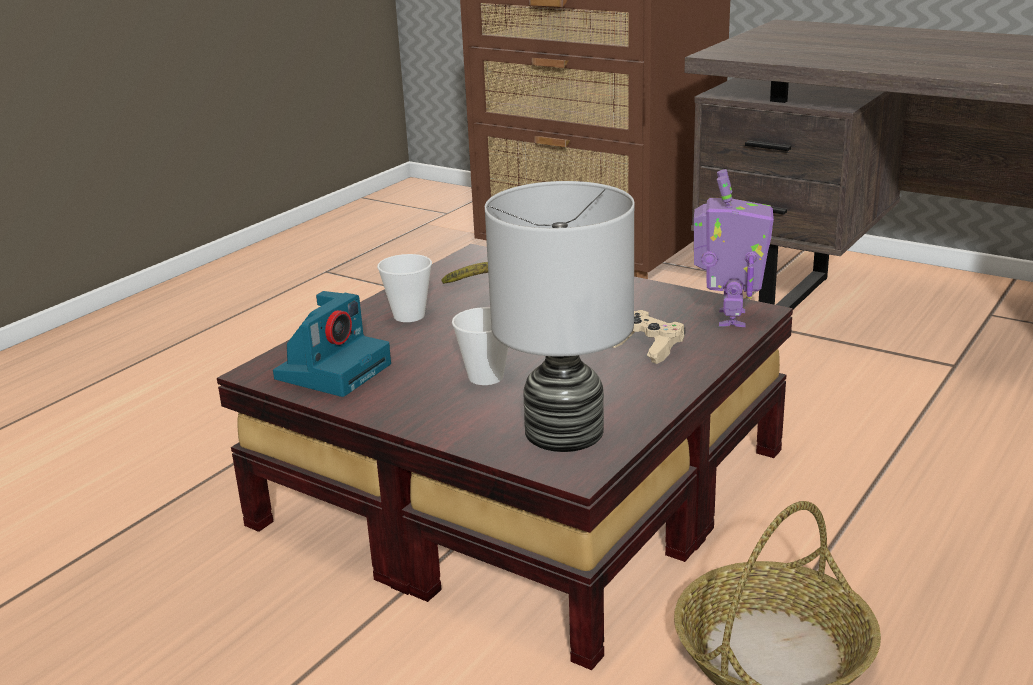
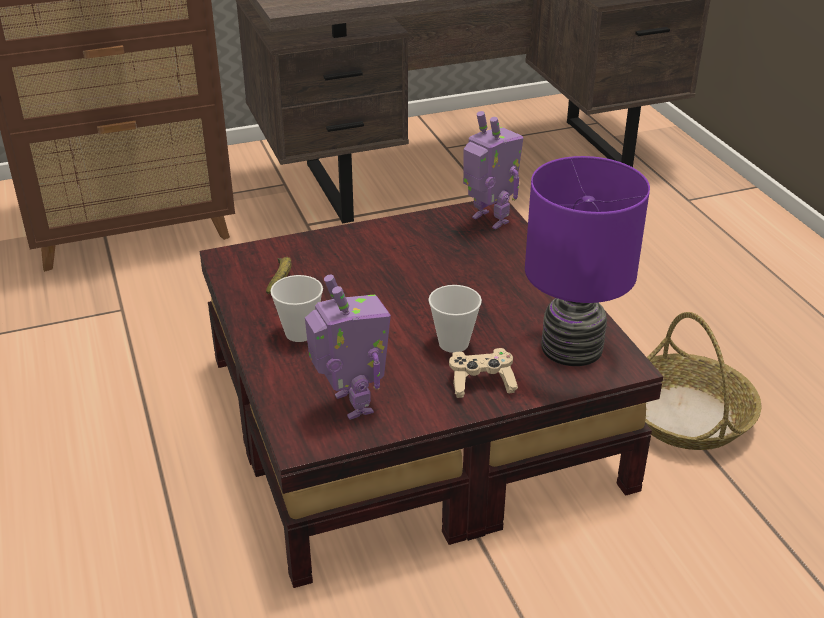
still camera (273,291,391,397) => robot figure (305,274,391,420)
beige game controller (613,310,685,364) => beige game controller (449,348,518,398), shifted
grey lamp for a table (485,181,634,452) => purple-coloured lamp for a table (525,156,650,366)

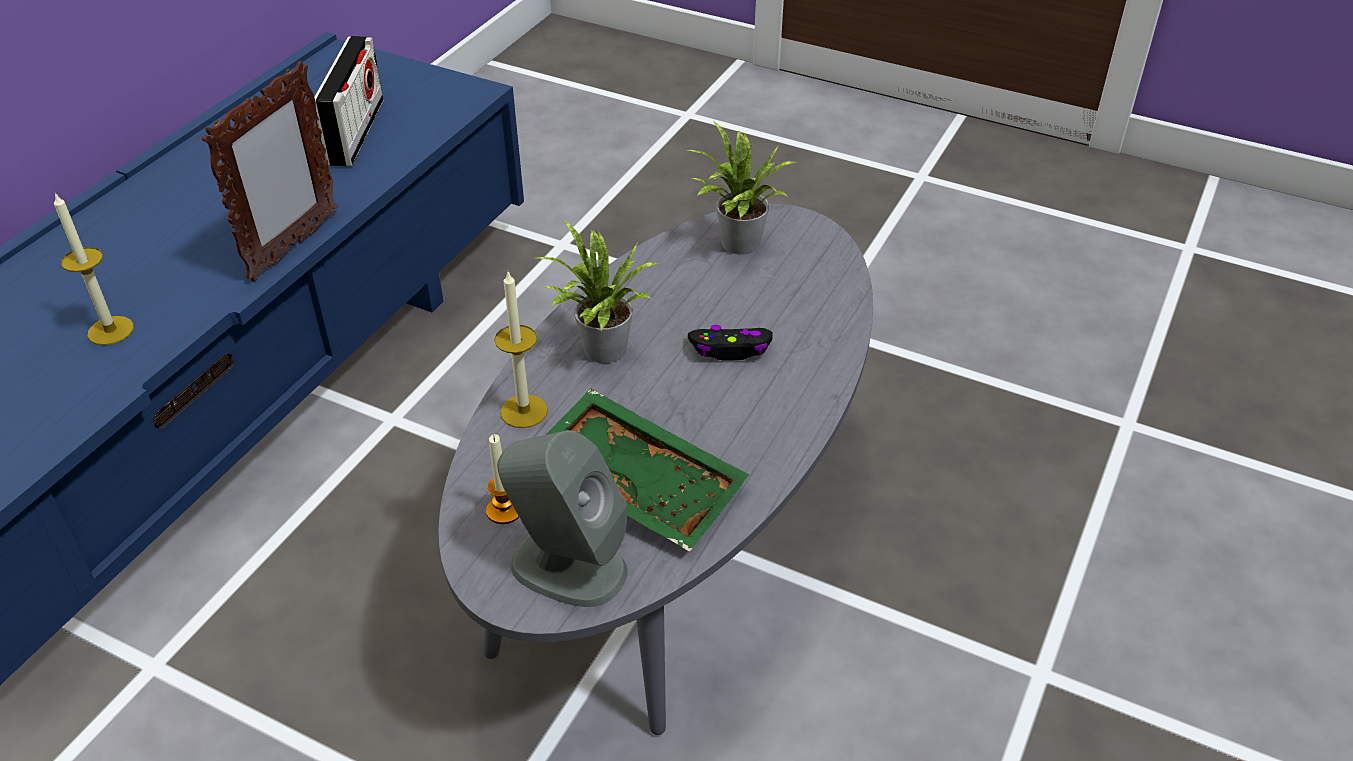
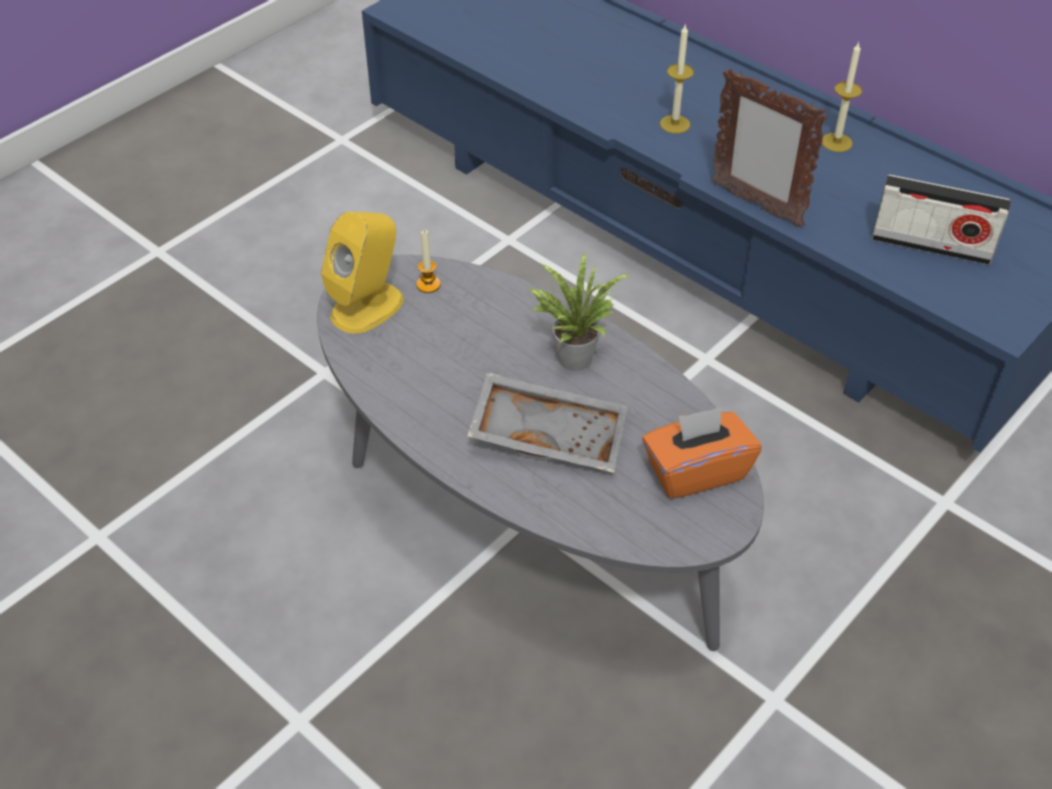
grey audio speaker (497,430,628,607) => yellow-coloured audio speaker (321,212,404,334)
blackish game controller (688,325,773,361) => grey tray (467,372,628,473)
plant in a pot (687,122,798,255) => orange tissue box (642,407,761,499)
candle (494,272,548,428) => candle (822,42,862,152), shifted
greenish tray (546,389,749,552) => nothing

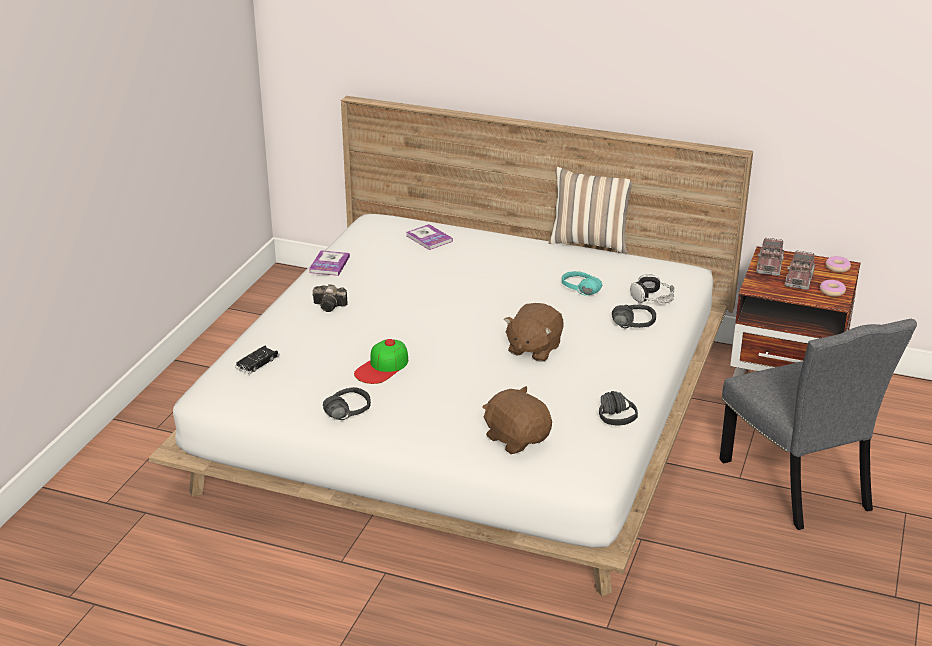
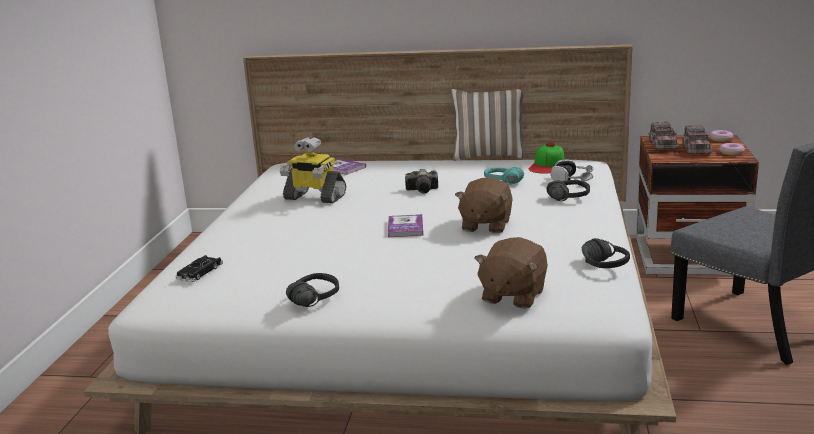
nothing => robot figure (280,137,346,203)
book (309,250,350,276) => book (388,214,423,237), shifted
still camera (313,284,348,312) => still camera (405,169,438,194), shifted
brown cuddly toy (482,386,552,454) => brown cuddly toy (474,237,548,309), 105 degrees counterclockwise
baseball cap (354,339,408,384) => baseball cap (529,143,565,174), shifted

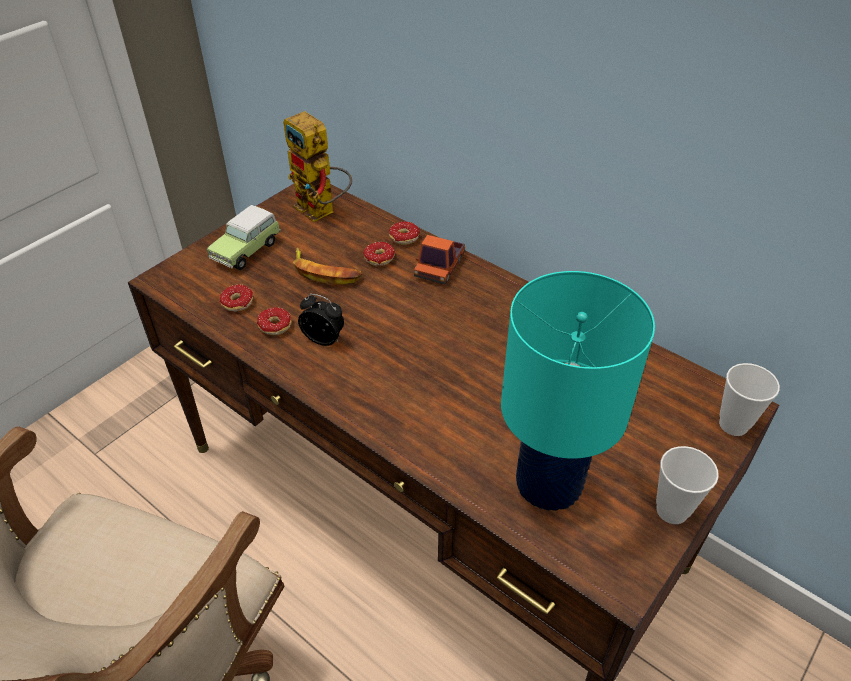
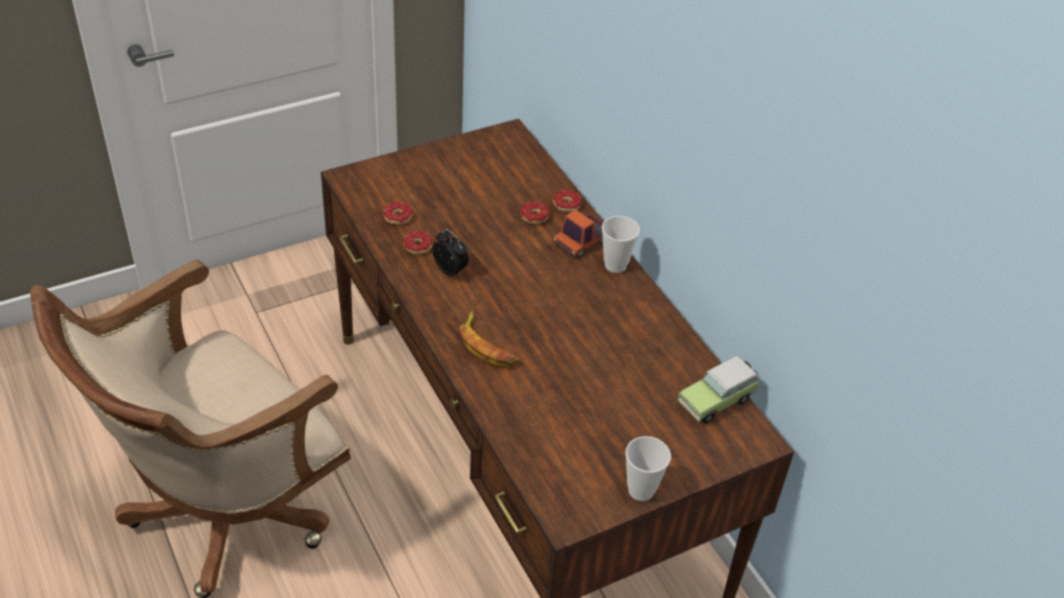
whole banana (293,248,363,285) => whole banana (460,311,519,367), shifted
small cup (719,363,780,436) => small cup (602,216,640,273), shifted
toy car (207,205,281,270) => toy car (678,356,759,424), shifted
robot figure (283,111,352,222) => nothing
turquoise lamp for a table (501,271,655,511) => nothing

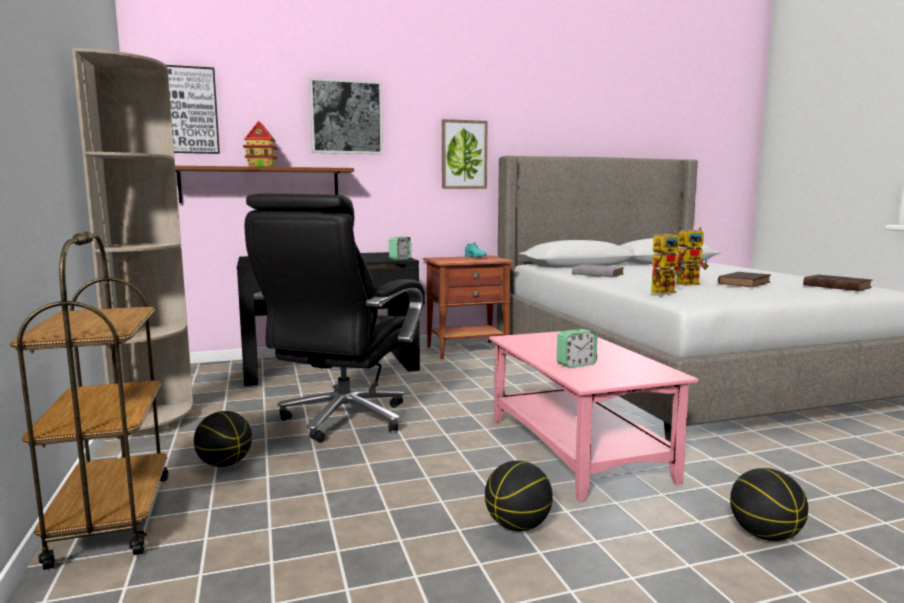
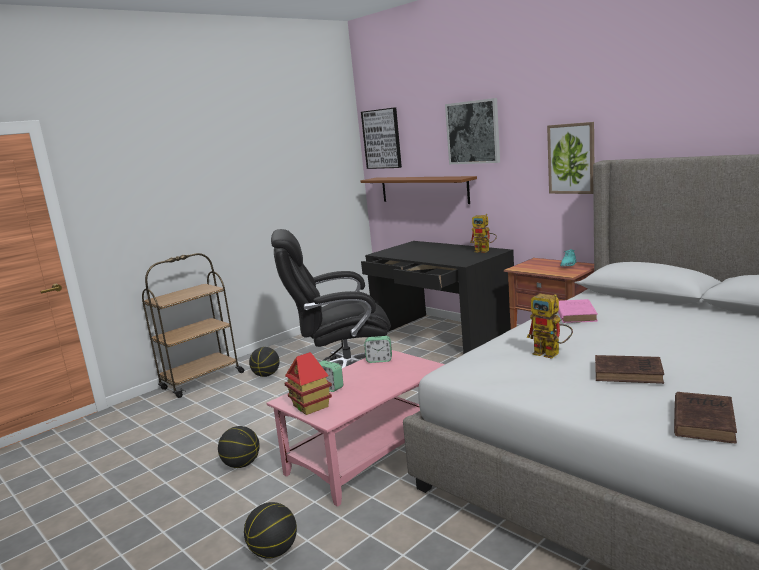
miniature house (243,121,278,167) => miniature house (285,352,332,415), shifted
table clock (389,237,412,260) => table clock (364,336,392,363), shifted
robot figure (651,231,684,294) => robot figure (470,214,497,253), shifted
grey book (572,264,624,277) => pinkish book (558,299,598,323)
beige bookcase (72,48,193,438) => nothing

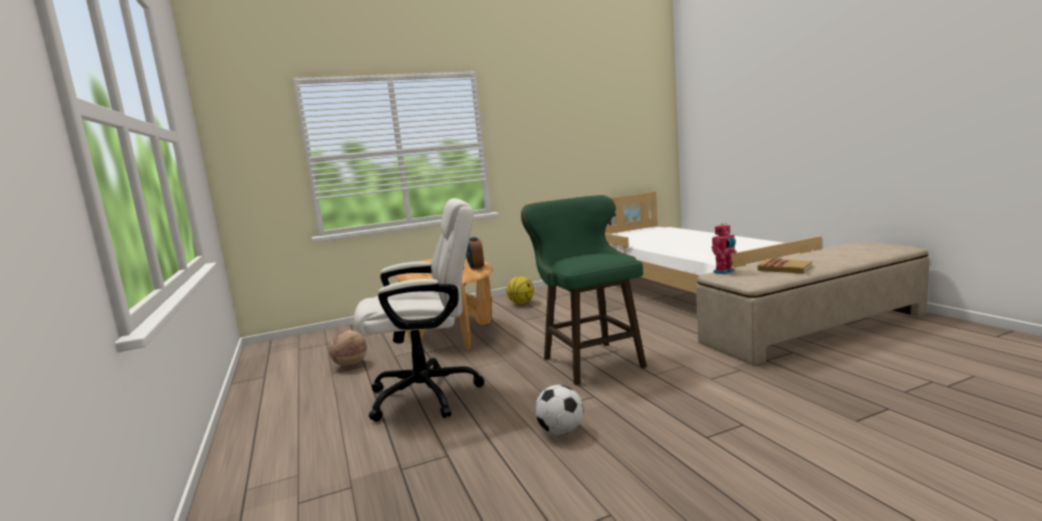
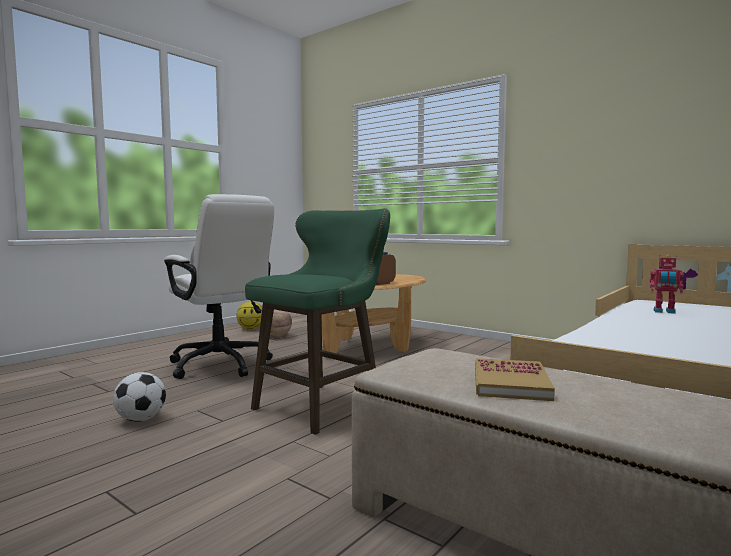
basketball (506,276,534,304) => basketball (236,302,262,330), shifted
robot figure (712,223,737,274) => robot figure (650,254,684,314), shifted

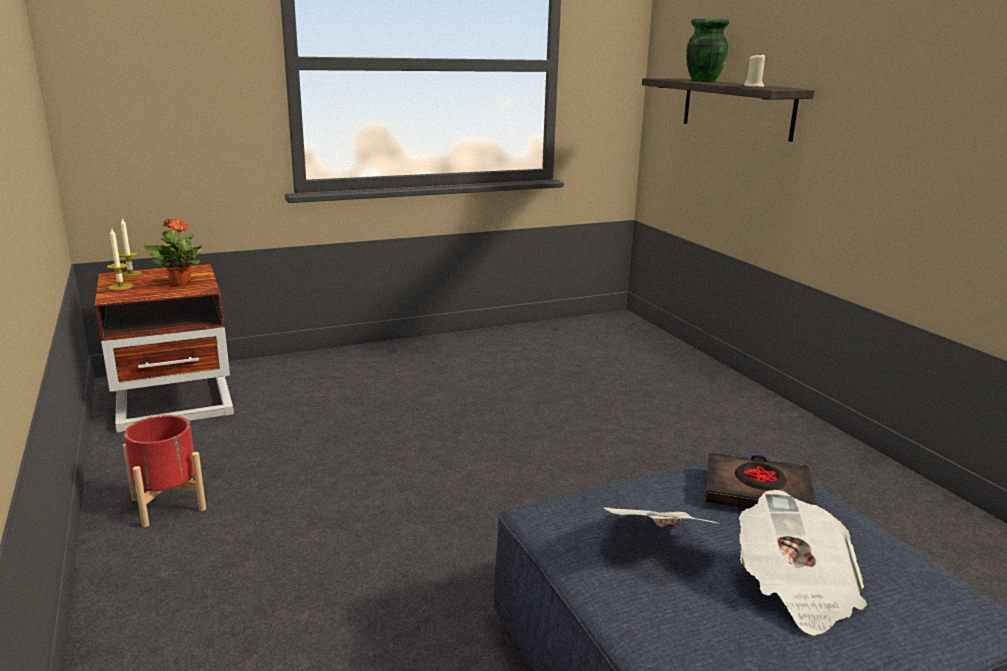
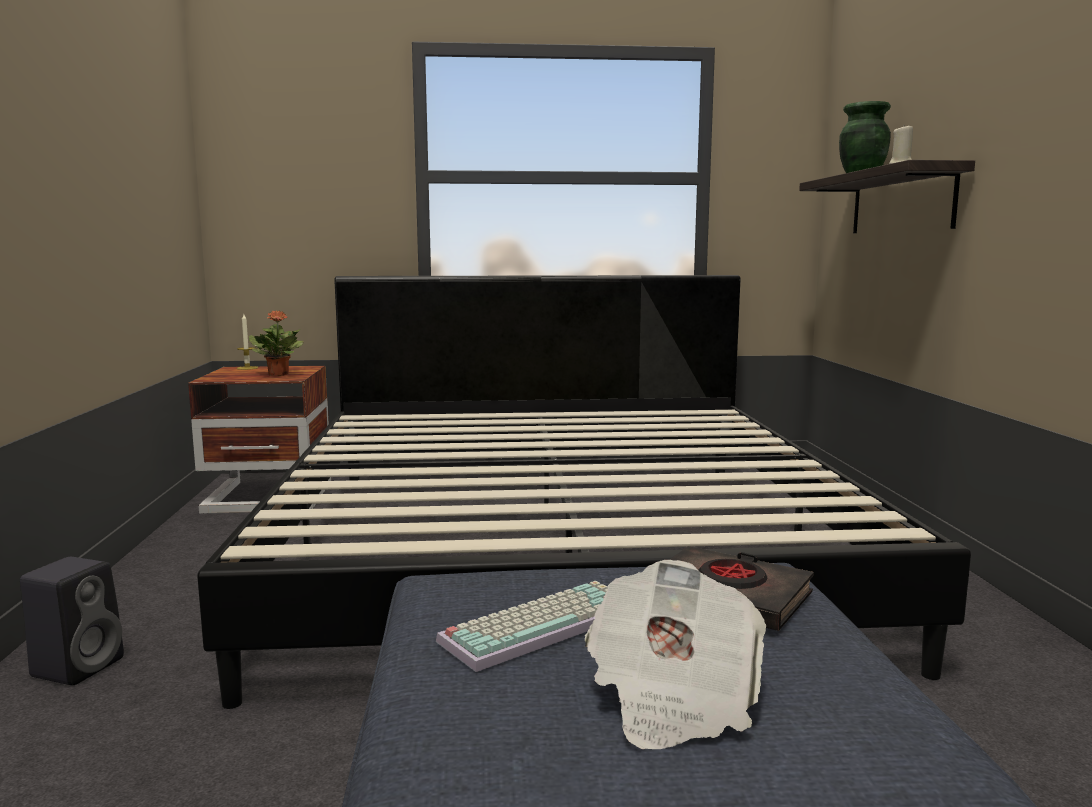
nothing => blackish audio speaker (20,557,124,685)
nothing => bed (197,275,971,709)
daily paper (604,507,720,527) => PC keyboard (436,581,608,672)
candle (107,229,133,290) => nothing
red plant pot (123,415,206,527) => nothing

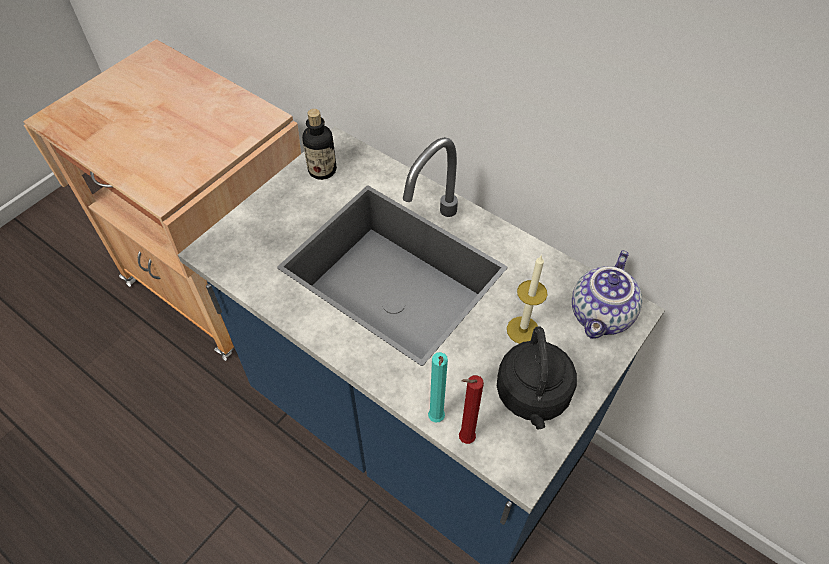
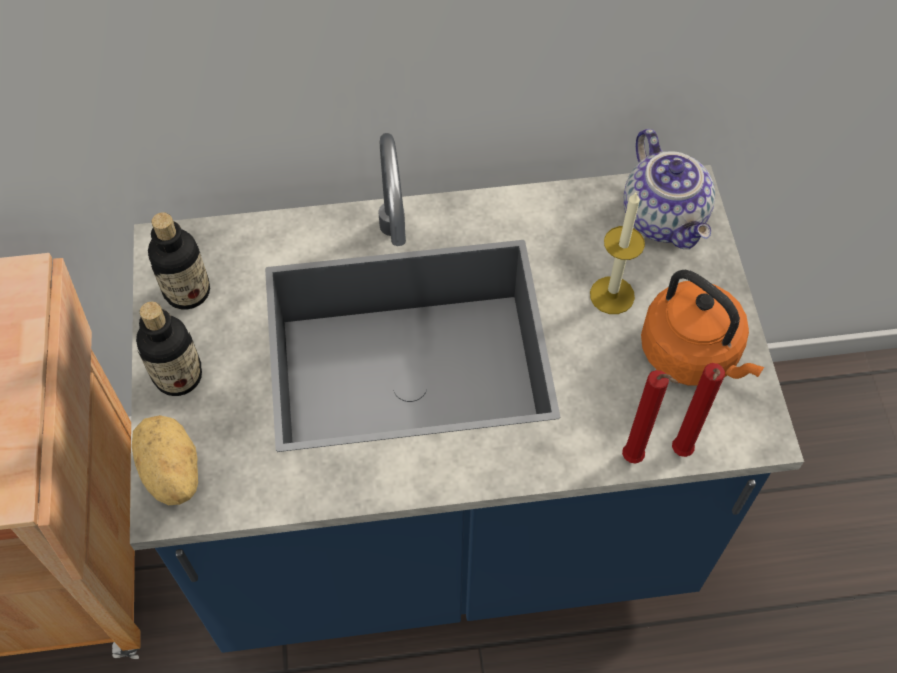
nothing => whole potato (132,415,198,505)
nothing => drink bottle (136,302,202,396)
turquoise candle (428,352,448,423) => red candle (622,370,679,463)
blackish tea kettle (497,326,577,429) => orange tea kettle (641,270,764,386)

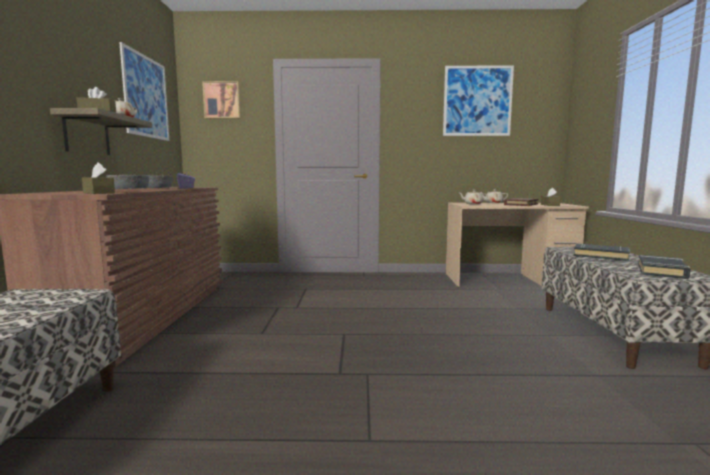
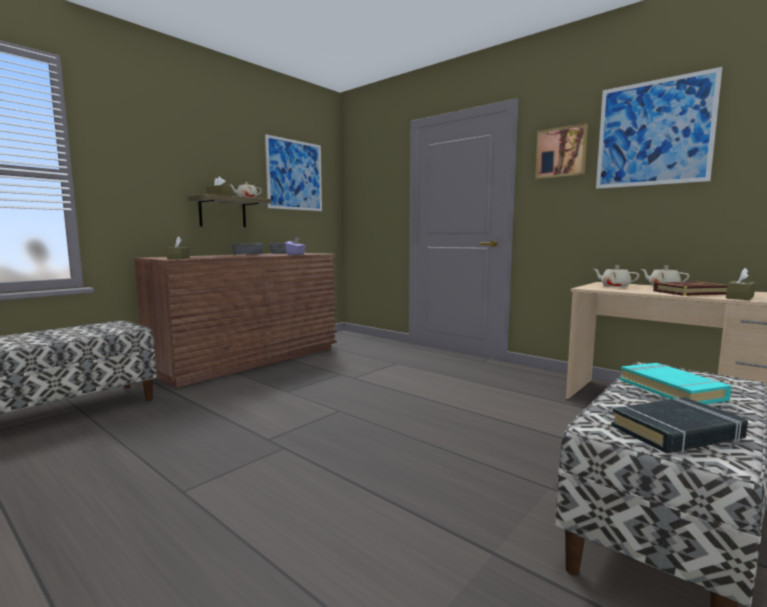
wall art (202,81,241,119) => wall art (535,123,588,179), shifted
blackish book (574,243,630,261) => turquoise book (620,363,731,404)

